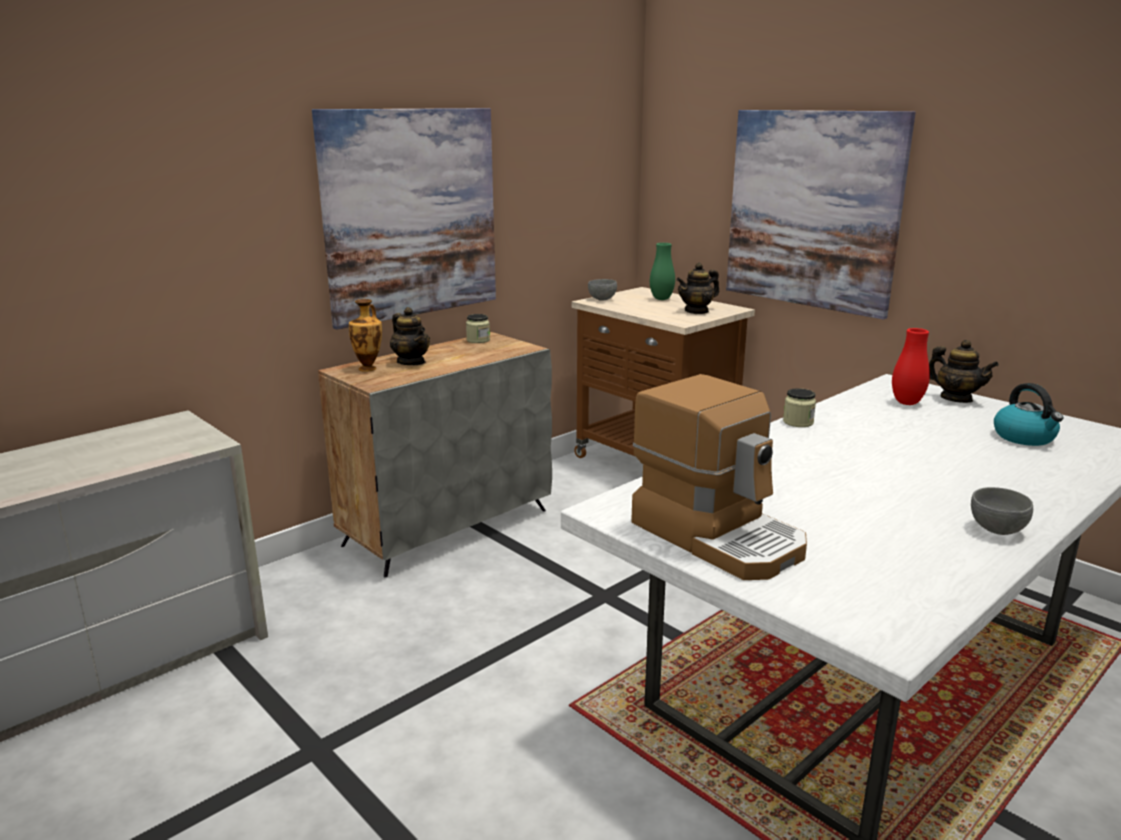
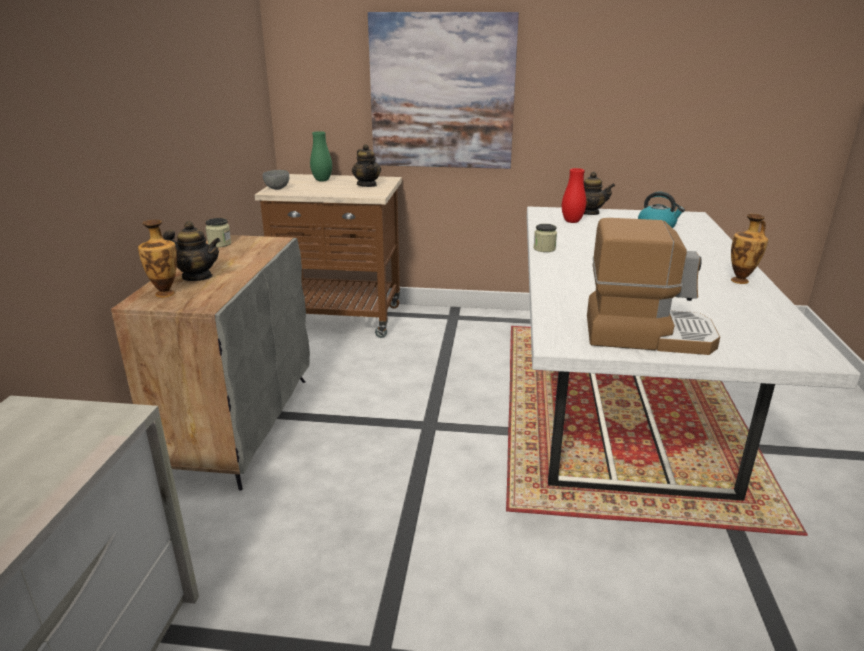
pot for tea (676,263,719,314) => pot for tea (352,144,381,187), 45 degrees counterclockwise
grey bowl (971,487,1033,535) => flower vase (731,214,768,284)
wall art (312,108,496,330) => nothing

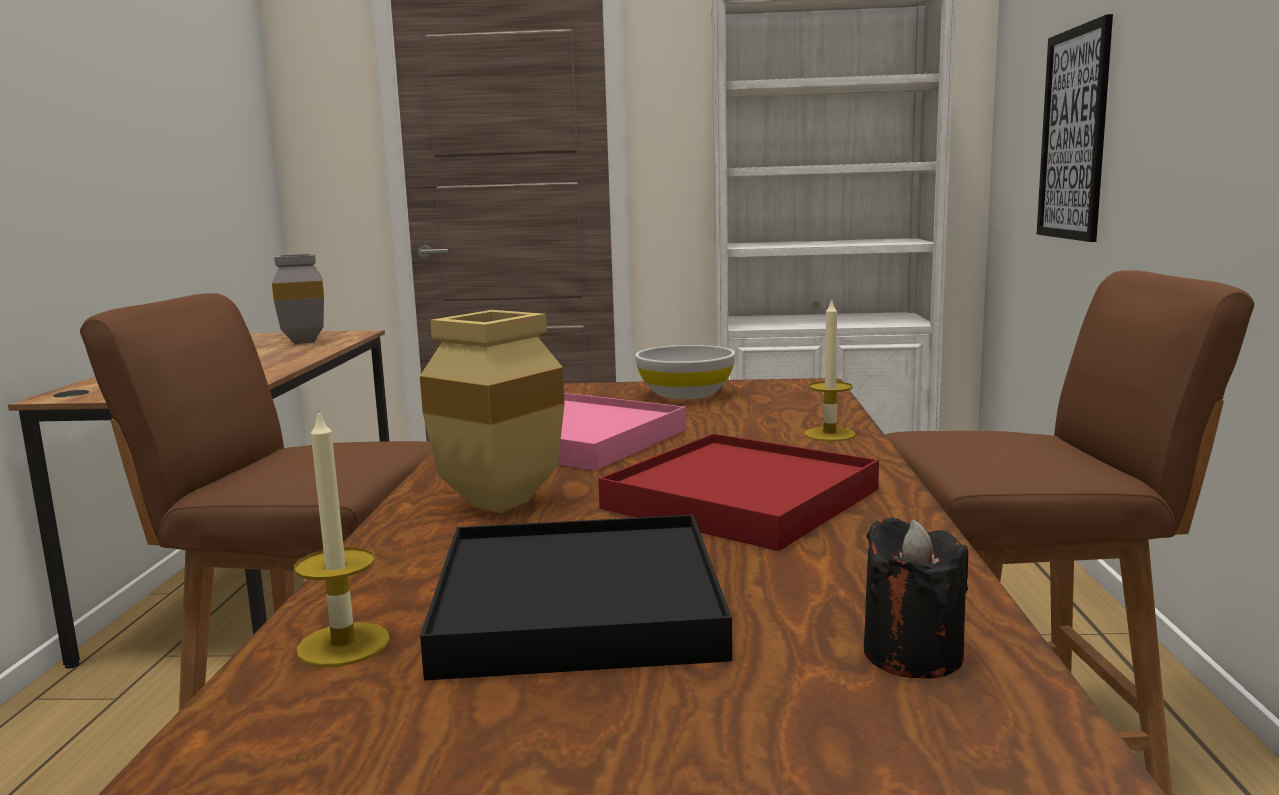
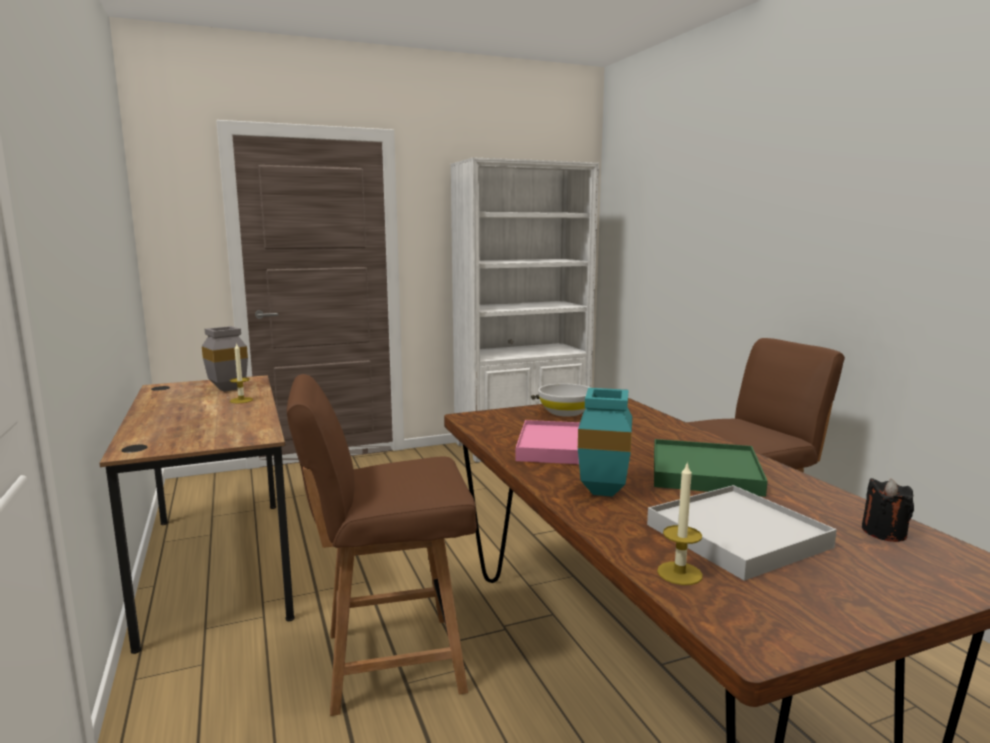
candle (804,298,856,441) => candle (230,343,253,403), shifted
beige flower vase (420,310,565,513) => turquoise flower vase (578,388,632,497)
blackish tray (420,515,732,680) => whitish tray (647,485,837,581)
red tray (598,434,879,551) => greenish tray (654,439,767,497)
wall art (1037,14,1113,242) => nothing

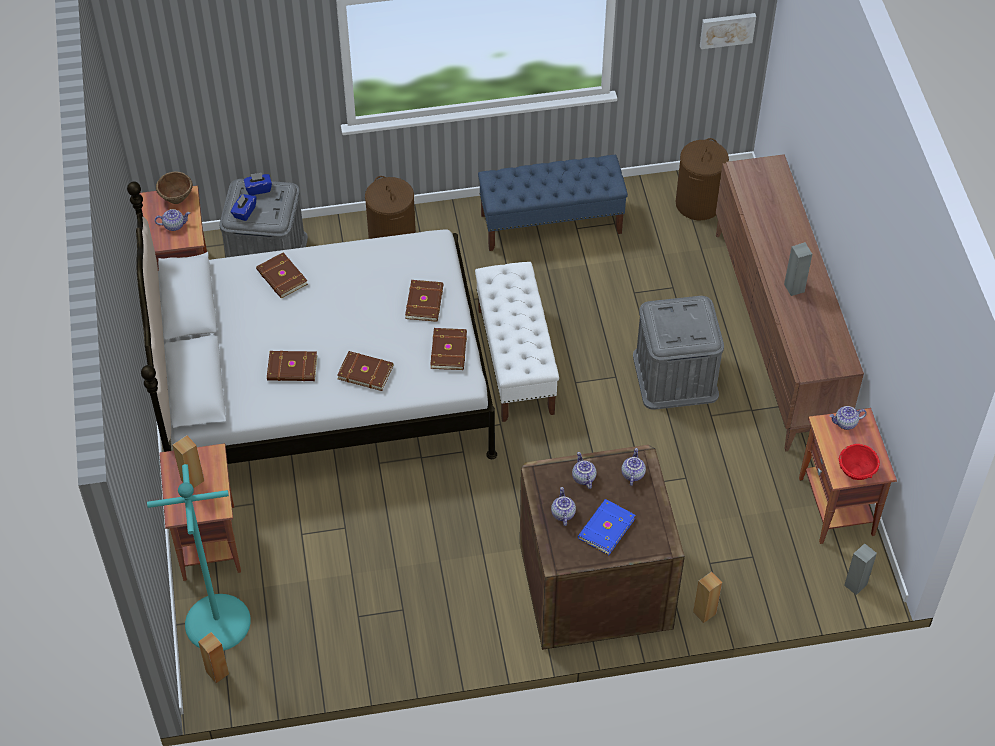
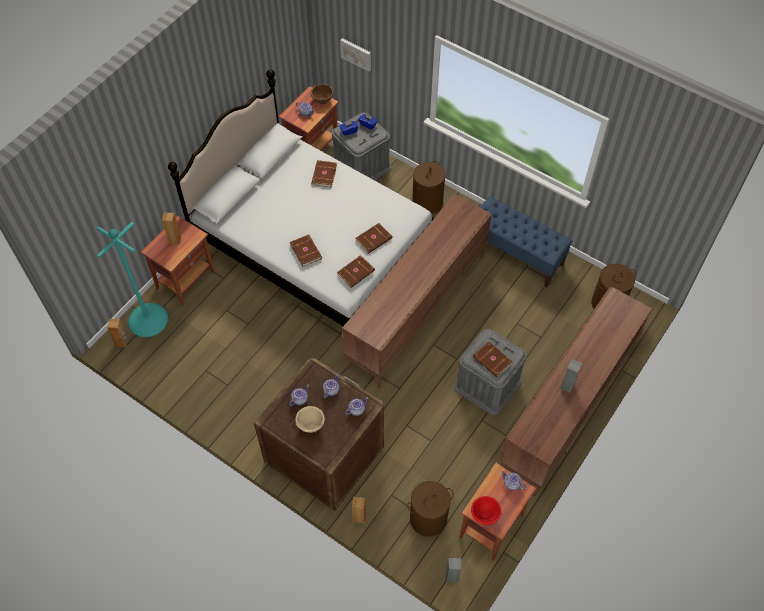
blue book (578,499,635,555) => beige bowl (295,406,325,433)
wall art (700,13,756,49) => wall art (340,38,371,72), shifted
whitish indoor bench (475,262,559,422) => brown cupboard (342,194,491,388)
nothing => brown washing basket (407,481,454,537)
brown book (267,351,317,381) => brown book (473,342,512,377), shifted

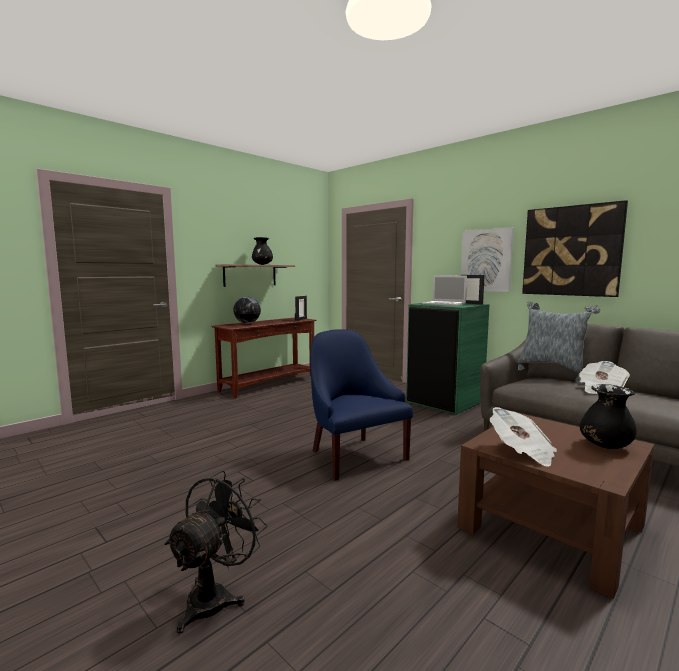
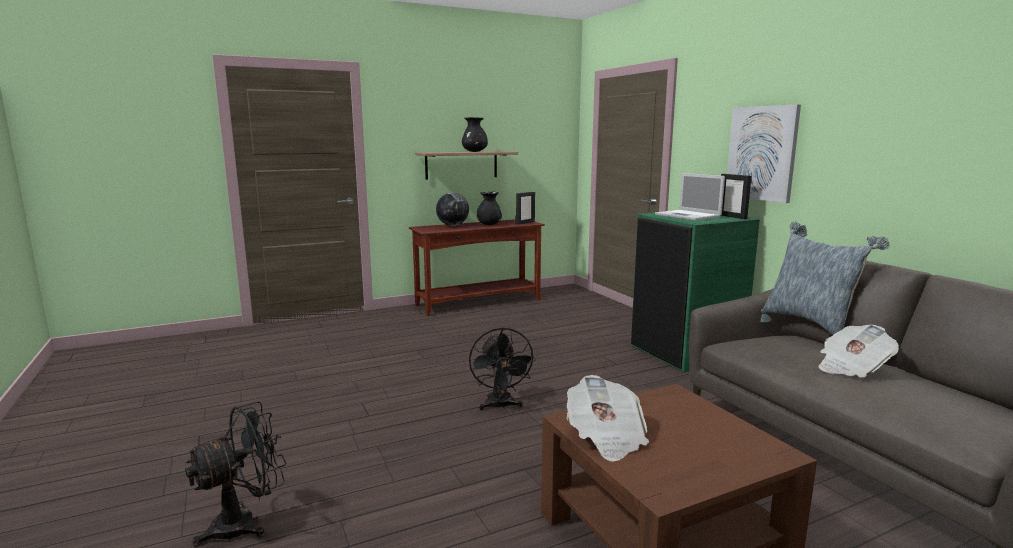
blue easy chair (310,329,413,481) => blackish fan (469,327,536,410)
blackish flower vase (580,384,637,449) => blackish flower vase (477,191,502,225), shifted
wall art (522,200,628,297) => nothing

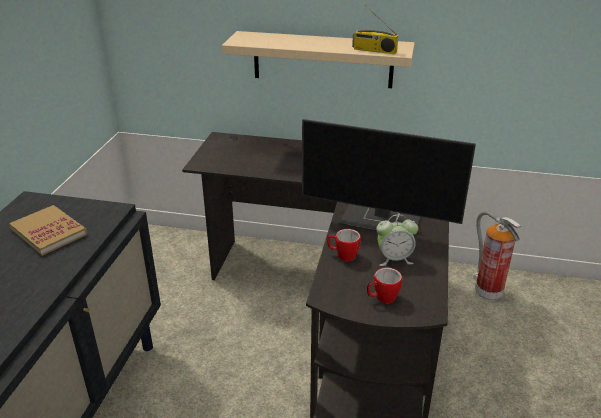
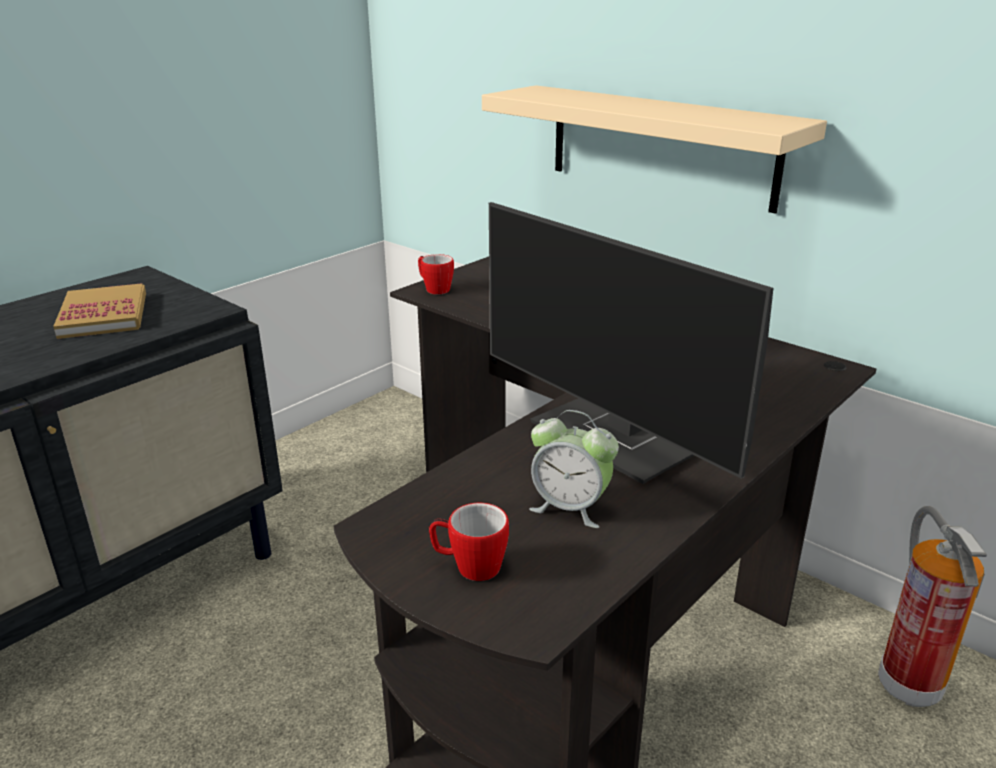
mug (327,229,361,261) => mug (418,254,454,295), shifted
radio set (352,5,399,54) => nothing

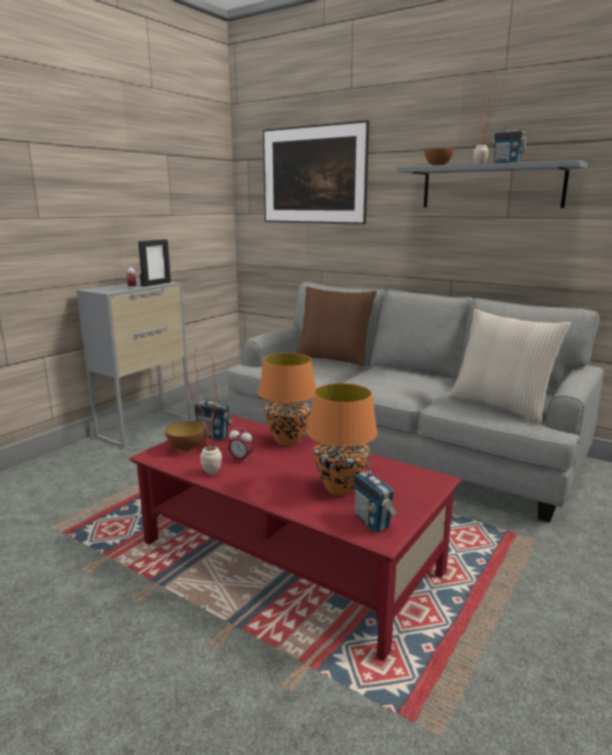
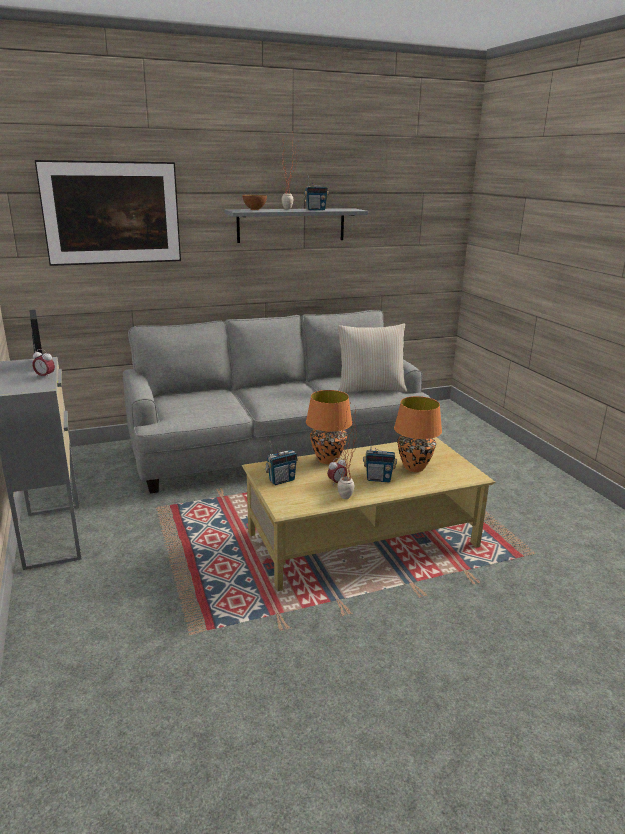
red coffee table (129,415,462,661) => beige coffee table (242,437,495,591)
radio set (354,450,398,532) => radio set (363,436,397,482), shifted
bowl (165,421,205,452) => nothing
brown throw pillow (296,287,377,367) => nothing

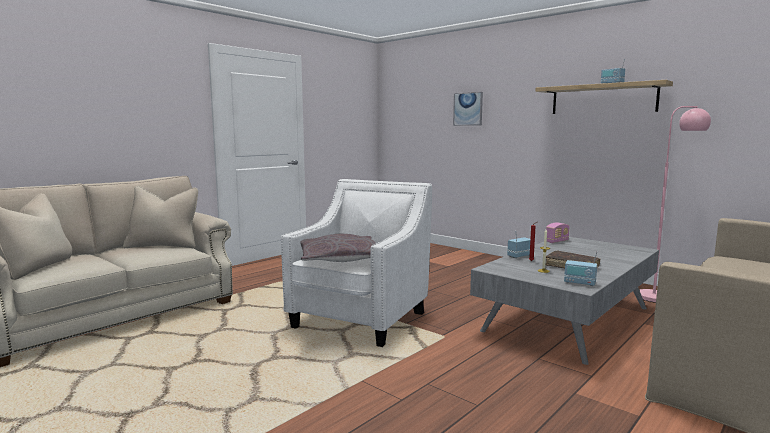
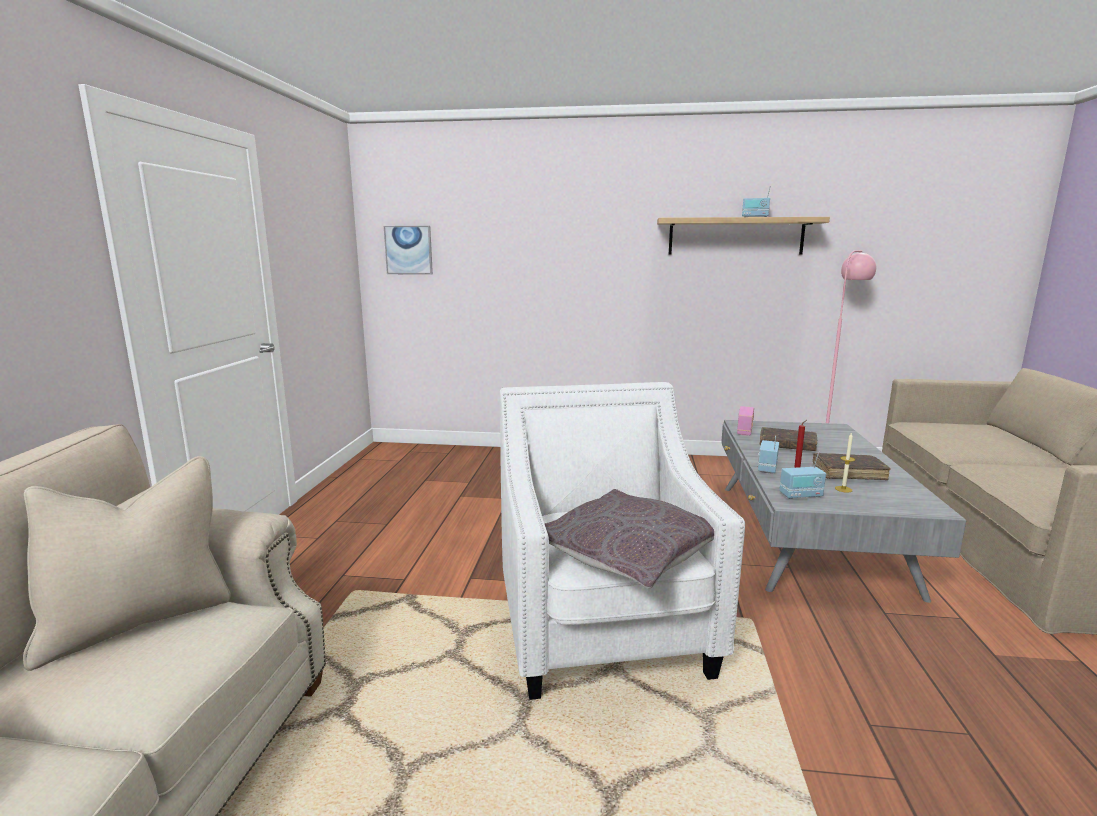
wall art (453,92,483,126) => wall art (384,226,433,275), shifted
nothing => brown book (760,427,817,451)
radio set (564,251,598,286) => radio set (779,451,826,499), shifted

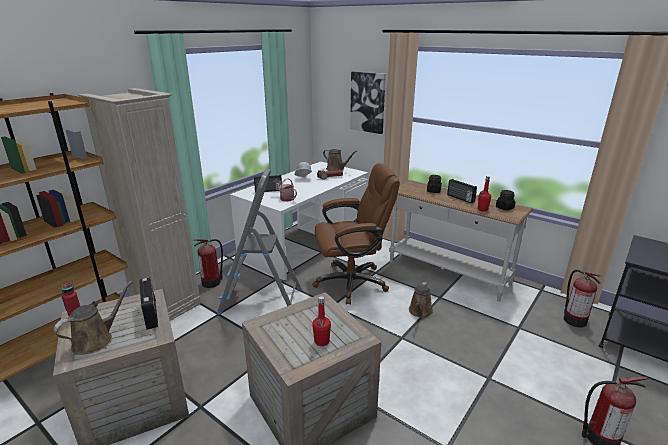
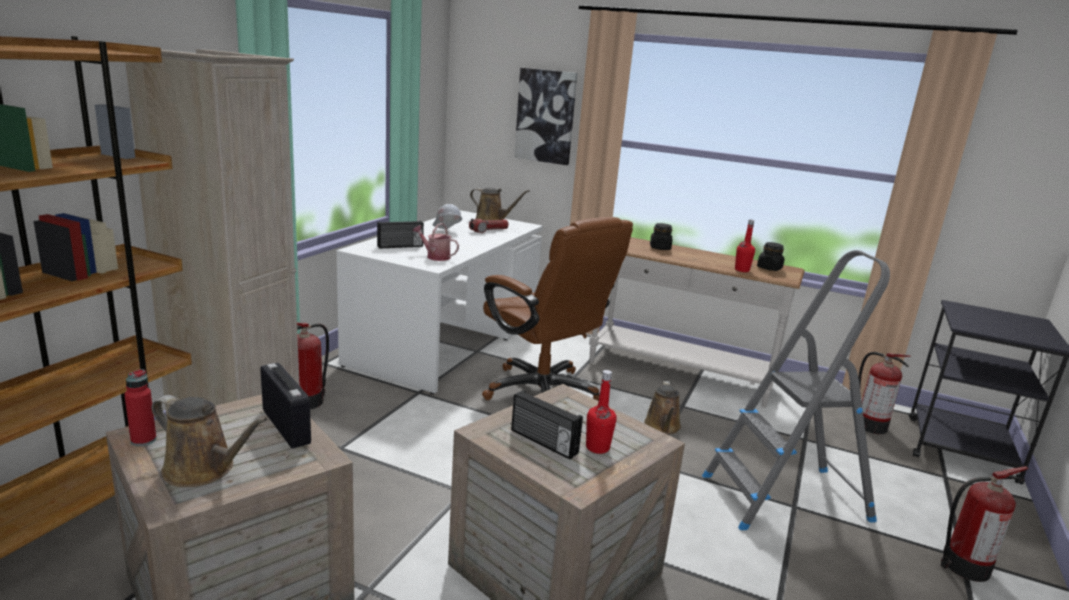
brown sprinkling can (54,281,132,355) => brown sprinkling can (152,395,268,487), 90 degrees clockwise
brown computer chair (312,163,400,305) => brown computer chair (482,217,633,401), 75 degrees clockwise
radio set (447,179,477,203) => radio set (511,390,583,459), shifted
grey stepladder (217,169,302,314) => grey stepladder (702,250,890,530), shifted

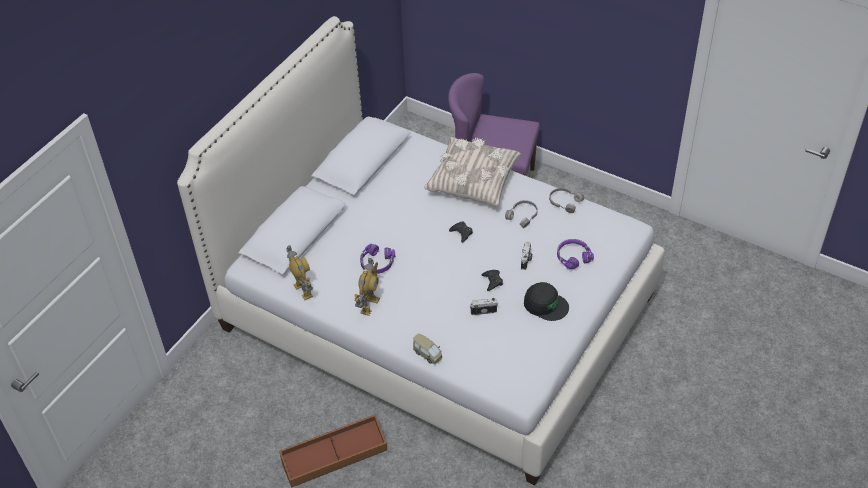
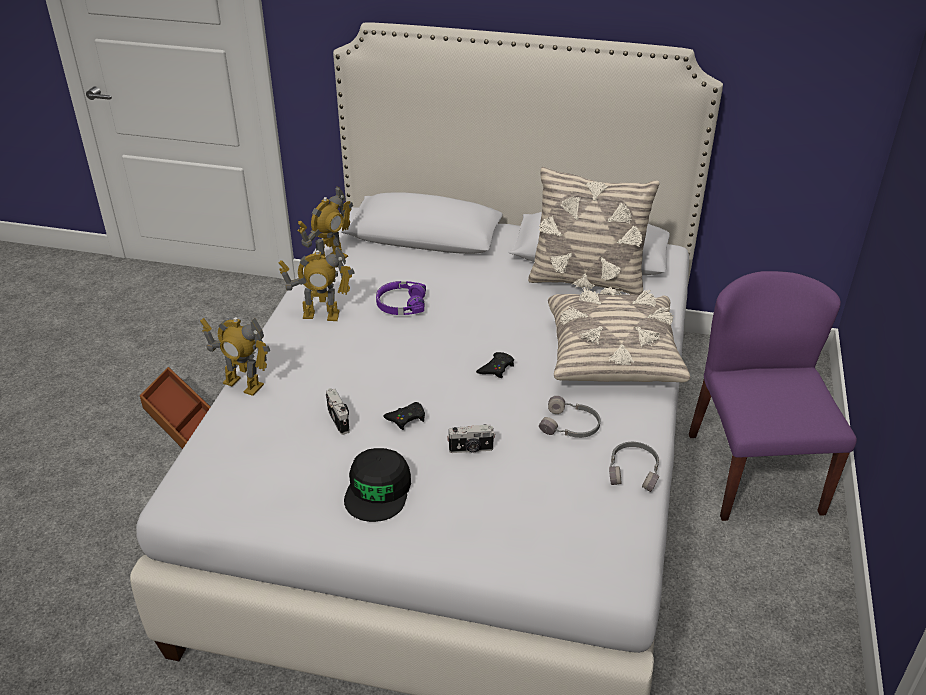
toy car (413,333,443,364) => robot figure (200,317,270,396)
nothing => beige throw pillow (528,167,659,295)
purple-coloured headphones (557,239,594,270) => nothing

